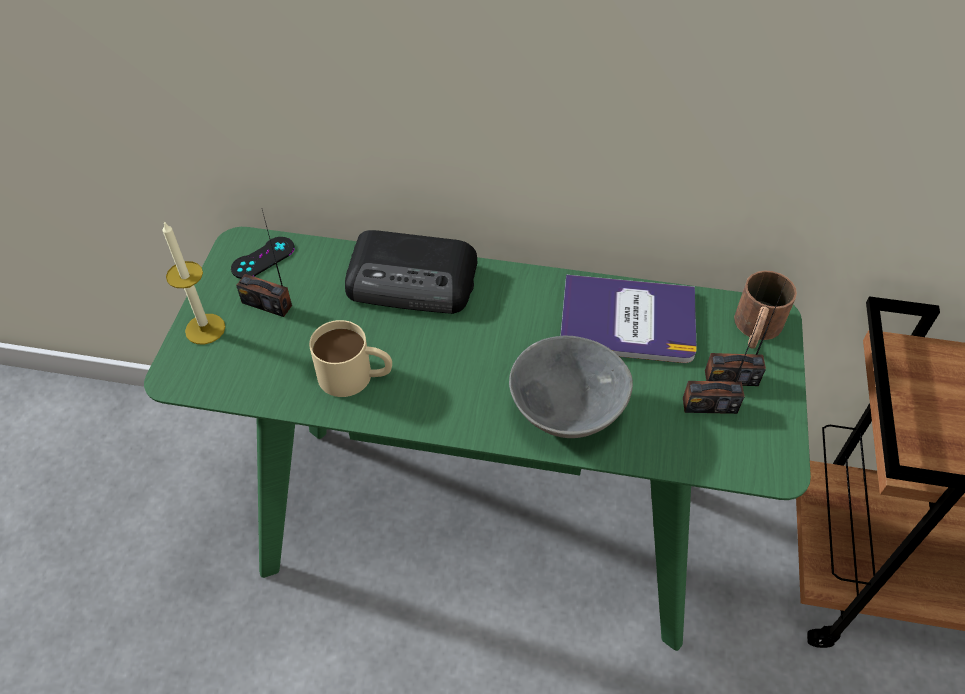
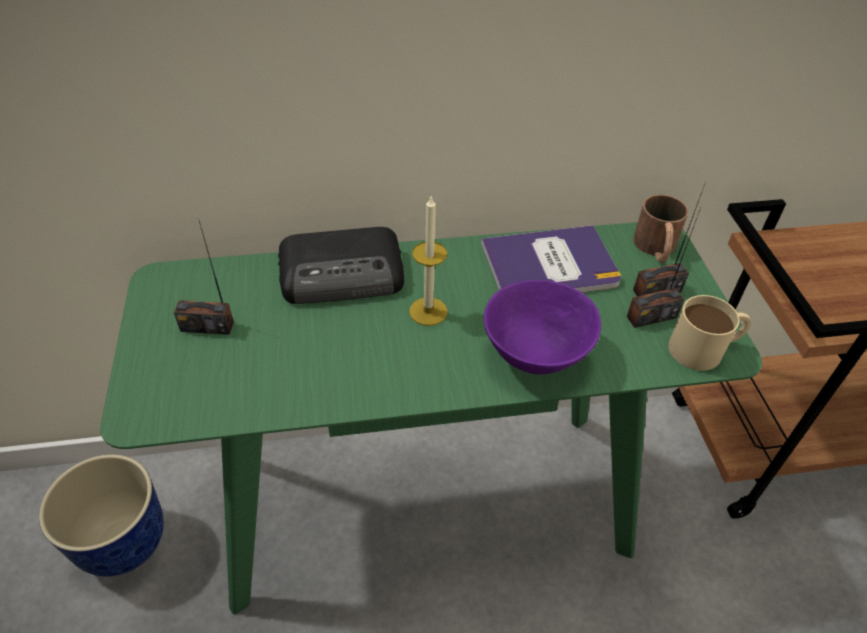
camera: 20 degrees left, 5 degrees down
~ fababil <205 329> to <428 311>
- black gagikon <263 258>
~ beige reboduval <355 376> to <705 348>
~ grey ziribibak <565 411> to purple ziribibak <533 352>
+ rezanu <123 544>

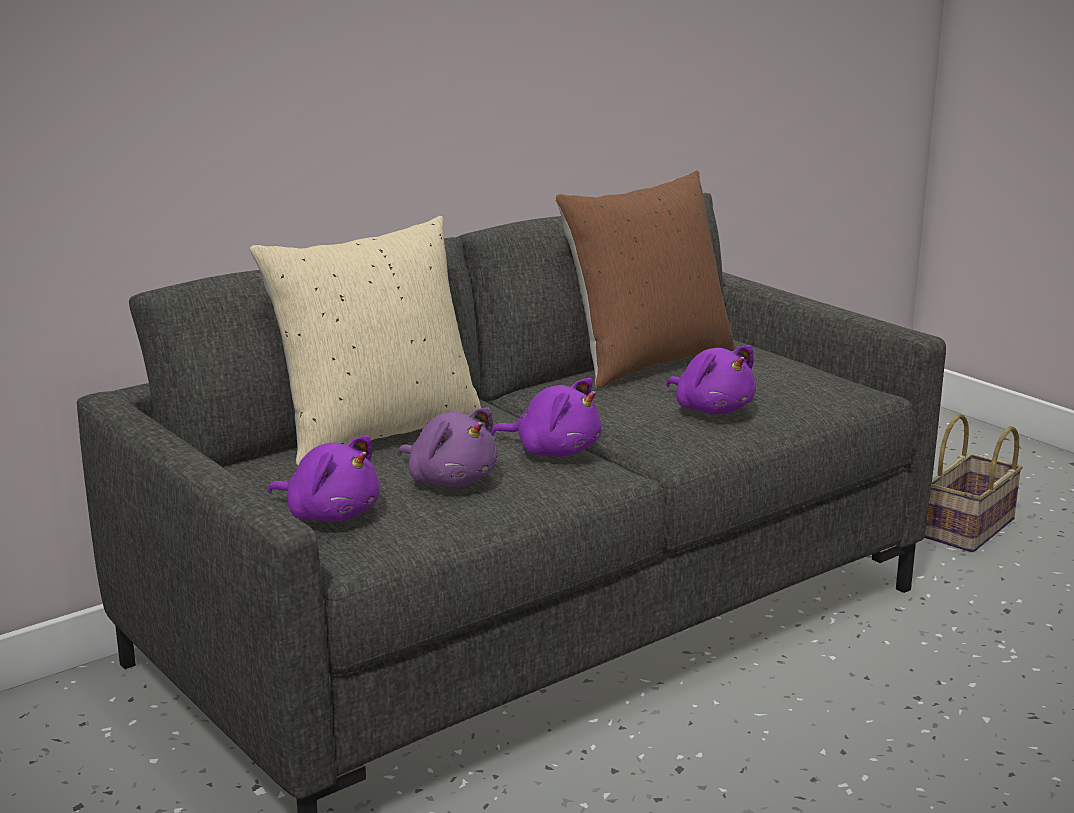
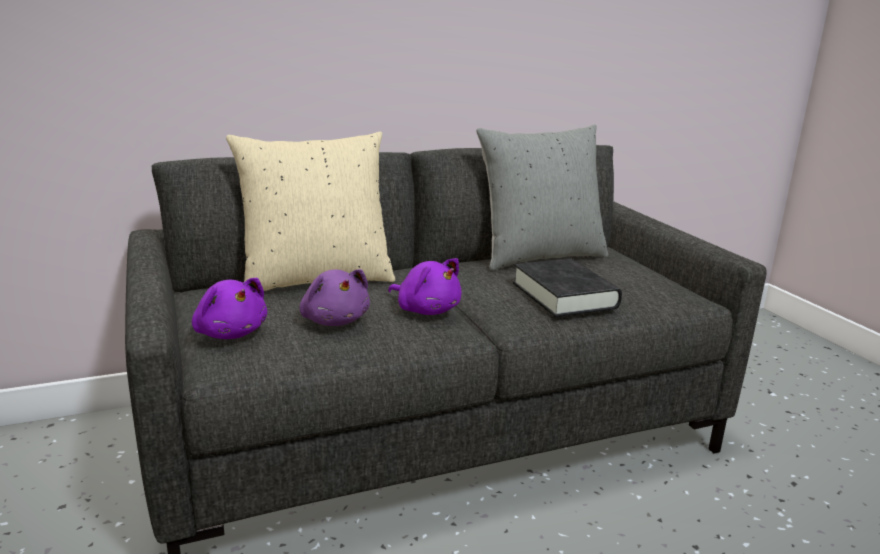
camera: 15 degrees right, 0 degrees up
~ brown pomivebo <647 361> to grey pomivebo <539 256>
~ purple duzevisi <711 409> to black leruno <564 295>
- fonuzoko <970 530>

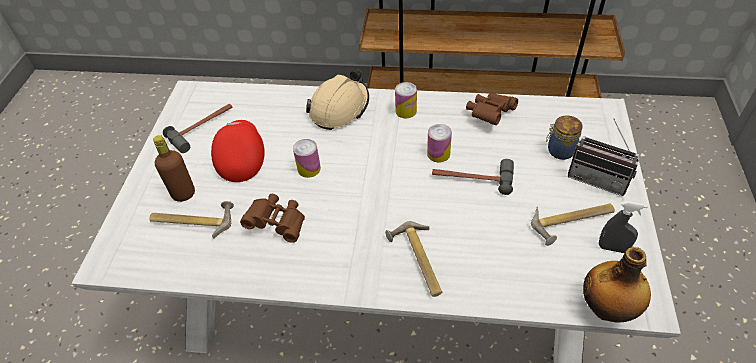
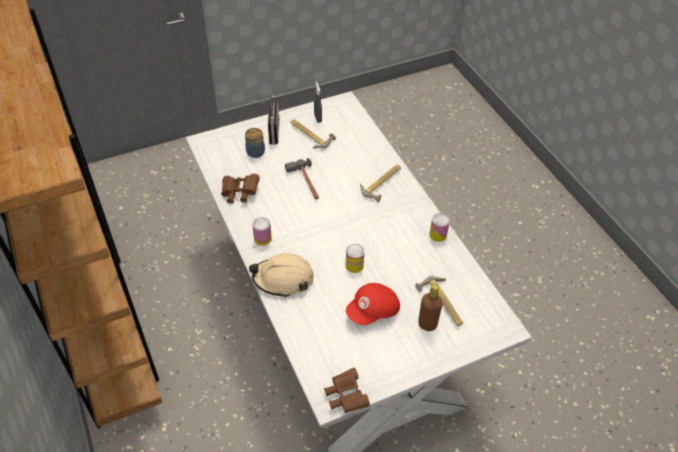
camera: 125 degrees left, 0 degrees up
- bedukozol <203 128>
~ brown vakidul <278 223> to <345 396>
~ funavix <438 154> to <438 235>
- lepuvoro <607 309>

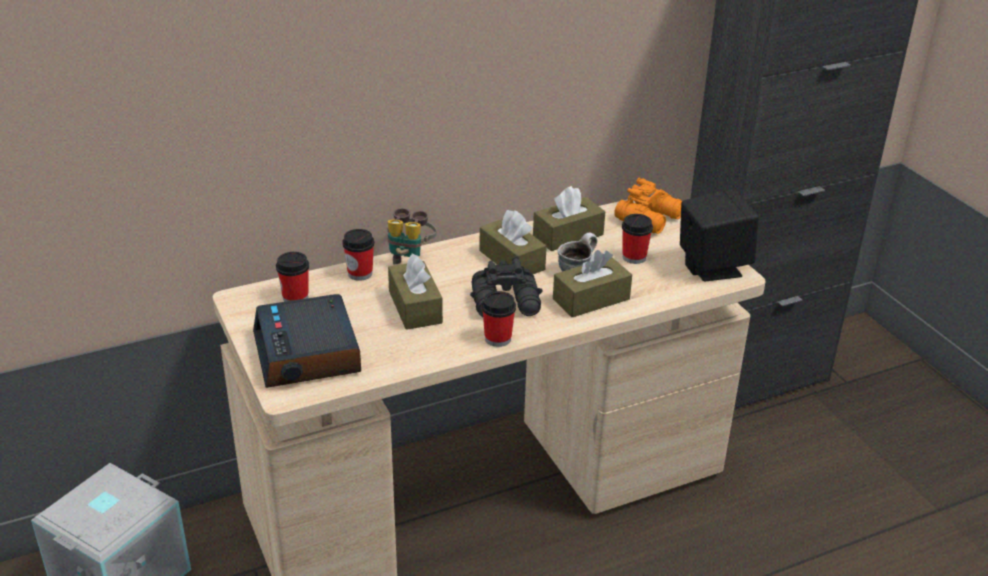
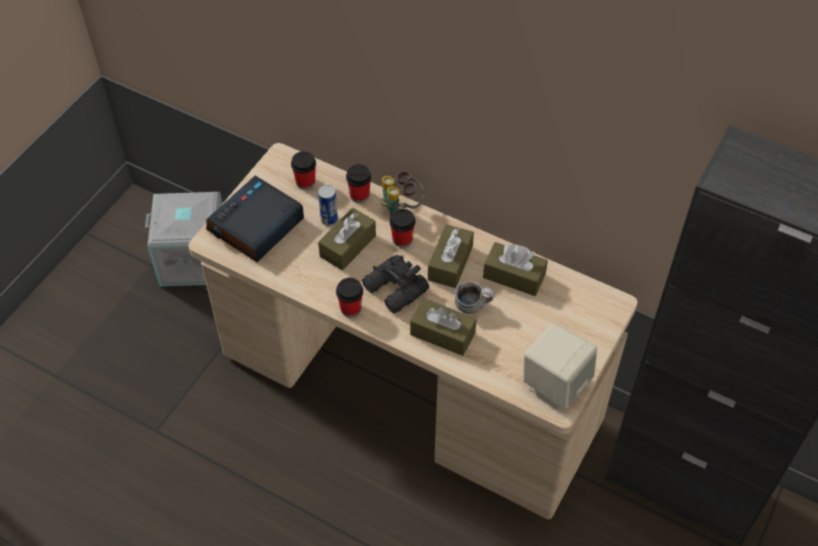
camera: 55 degrees right, 20 degrees up
- orange vakidul <651 218>
~ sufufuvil <634 257> to <402 240>
~ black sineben <712 266> to beige sineben <555 384>
+ funavix <329 220>

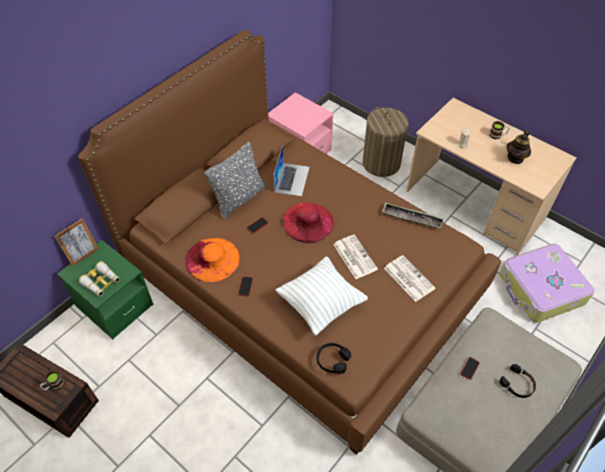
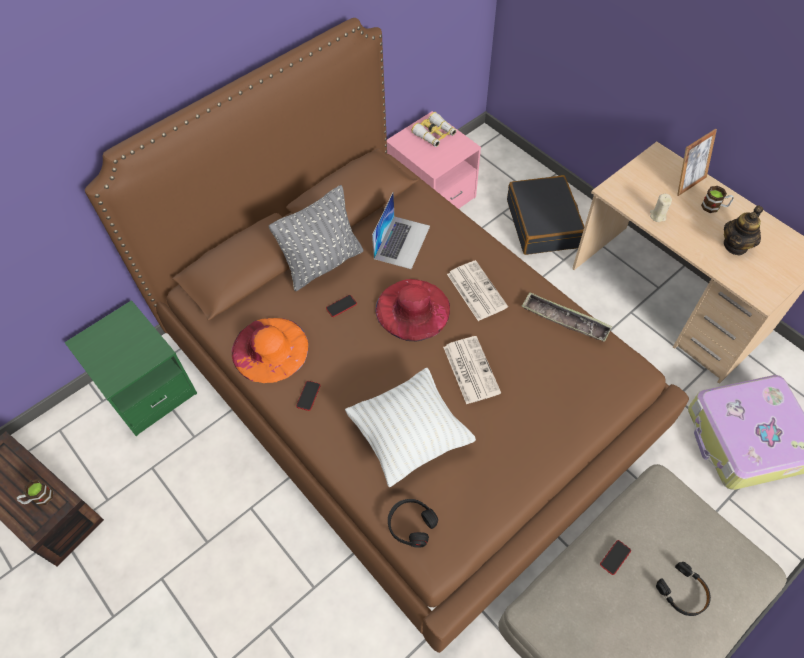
camera: 10 degrees right, 5 degrees up
~ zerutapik <83 255> to <687 183>
~ vakidul <101 282> to <434 134>
~ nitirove <381 163> to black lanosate <543 224>
~ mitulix <408 278> to <475 290>

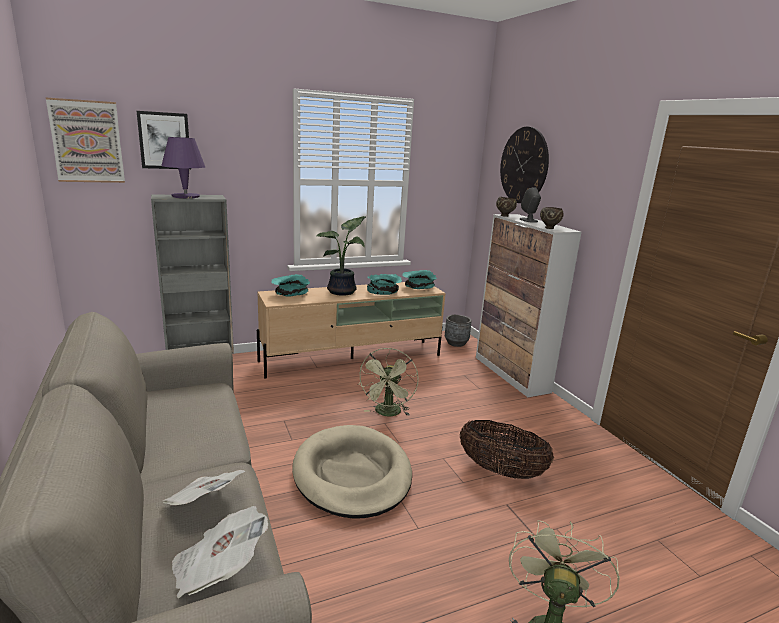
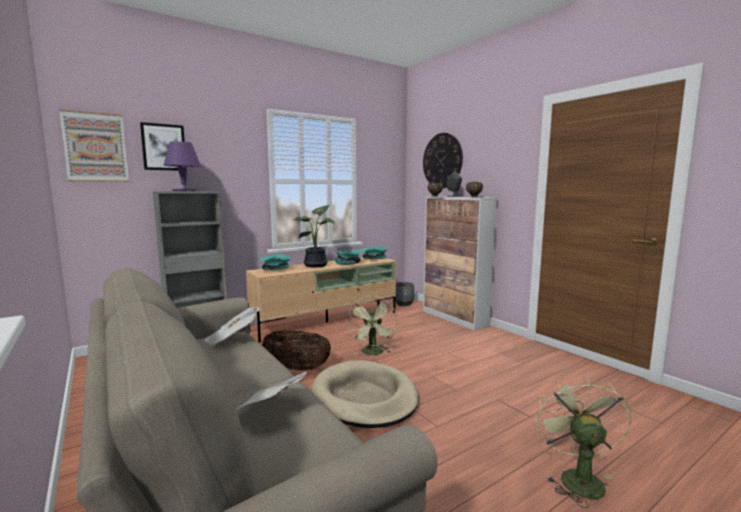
camera: 10 degrees left, 10 degrees down
~ mitulix <218 569> to <232 339>
~ fonuzoko <501 471> to <297 368>

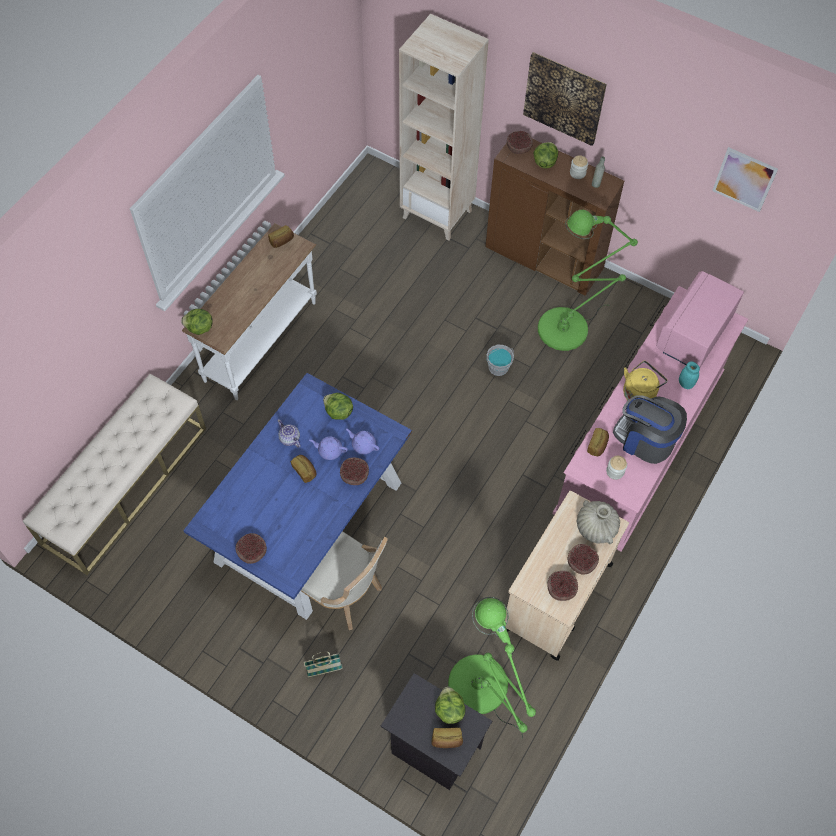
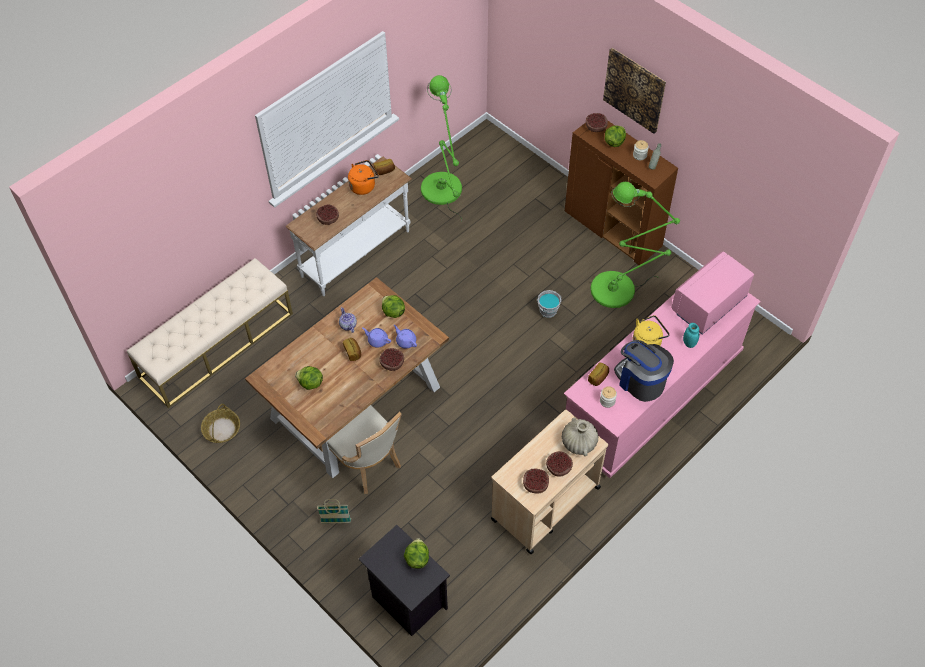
camera: 15 degrees right, 5 degrees down
~ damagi <199 328> to <310 383>
~ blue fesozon <308 523> to brown fesozon <355 403>
~ ziribibak <252 551> to <328 218>
- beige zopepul <438 214>
- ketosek <446 740>
~ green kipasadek <482 692> to <443 193>
- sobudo <744 179>
+ fonuzoko <221 429>
+ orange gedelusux <363 186>

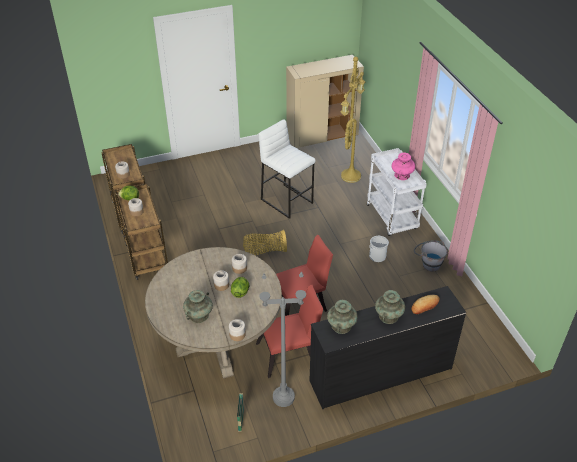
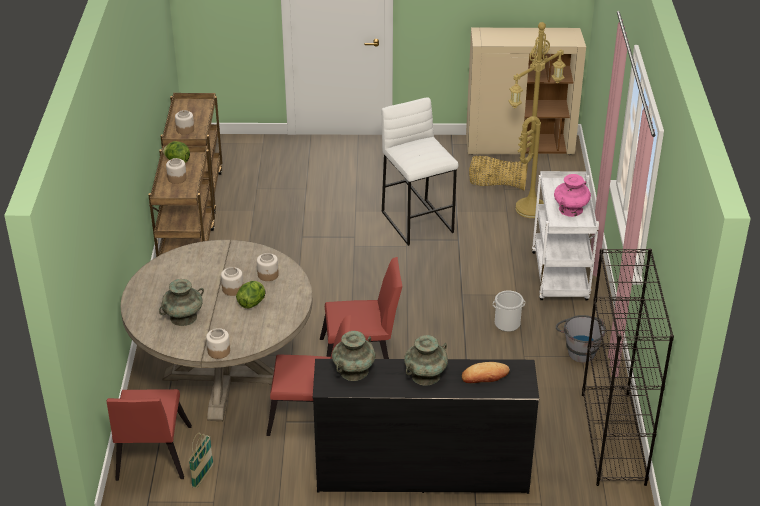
camera: 20 degrees right, 5 degrees down
~ fonuzoko <264 251> to <496 184>
- grey kipasadek <283 397>
+ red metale <151 457>
+ black zopepul <613 439>

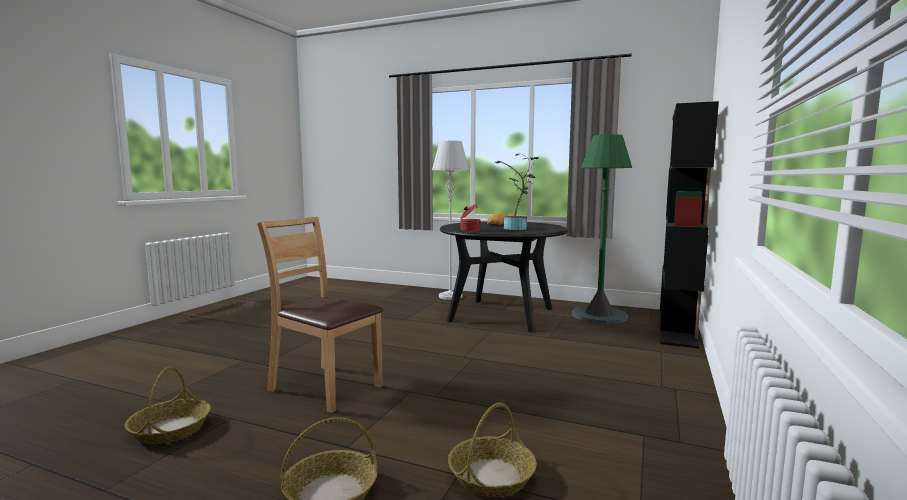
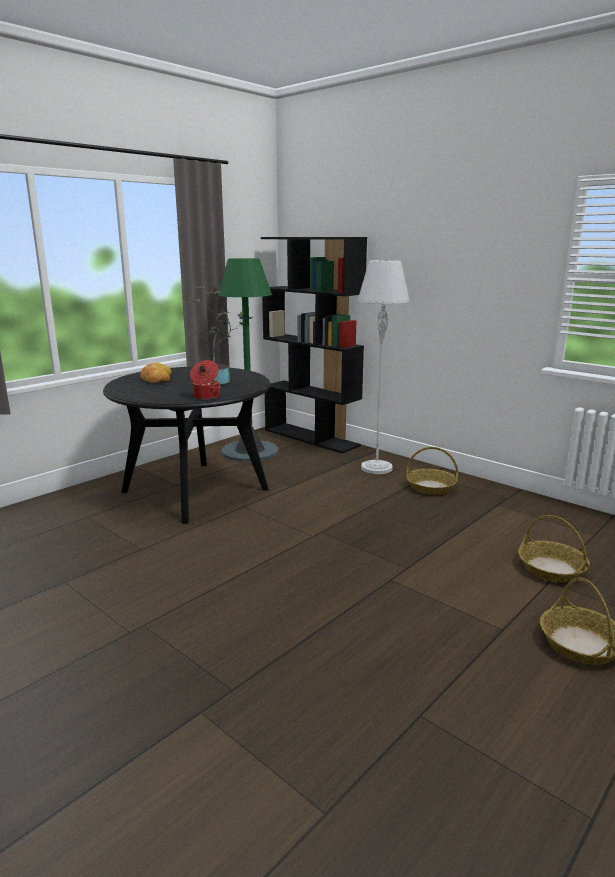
camera: 70 degrees left, 10 degrees up
~ fonuzoko <170 429> to <430 487>
- brown metale <325 387>
~ grey kipasadek <450 296> to <376 468>

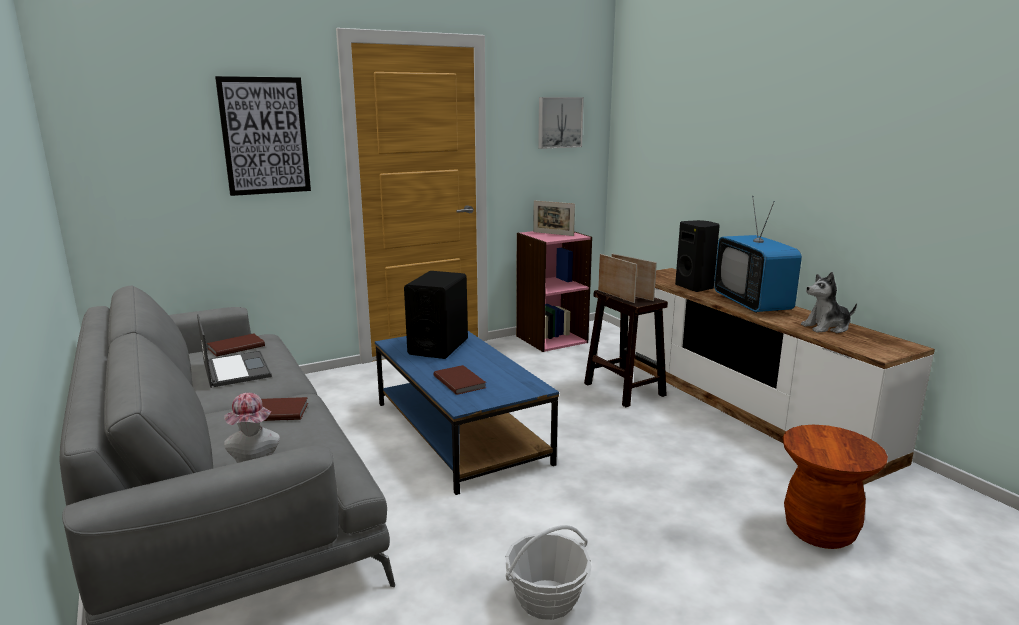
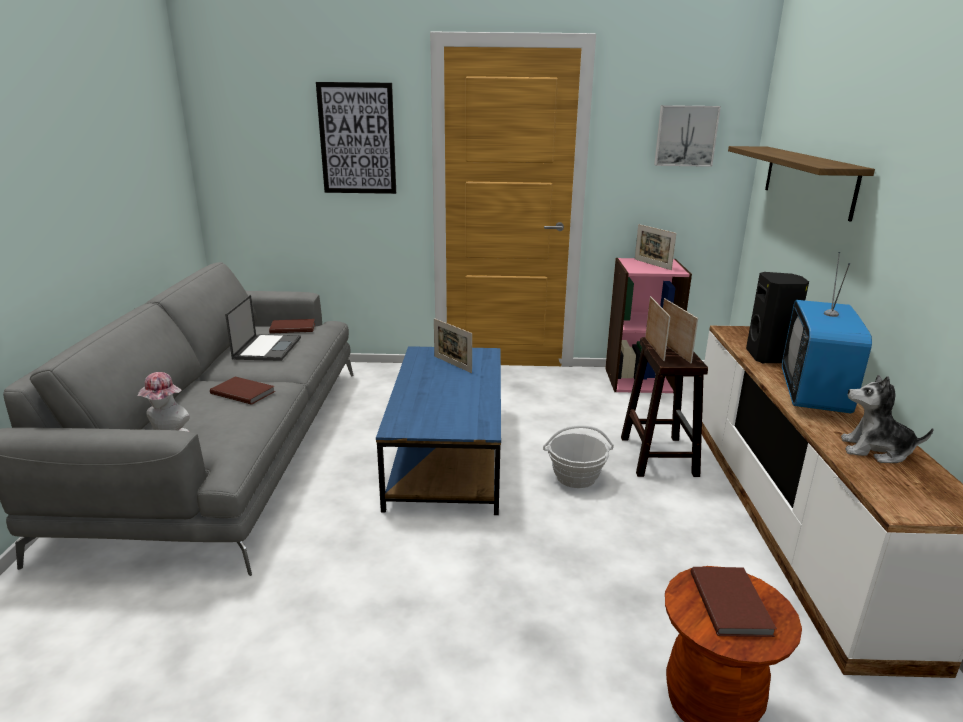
camera: 30 degrees right, 5 degrees up
~ black sineben <438 347> to zerutapik <452 364>
~ brown leruno <460 381> to <731 602>
~ fonuzoko <547 599> to <576 477>
+ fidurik <807 180>

